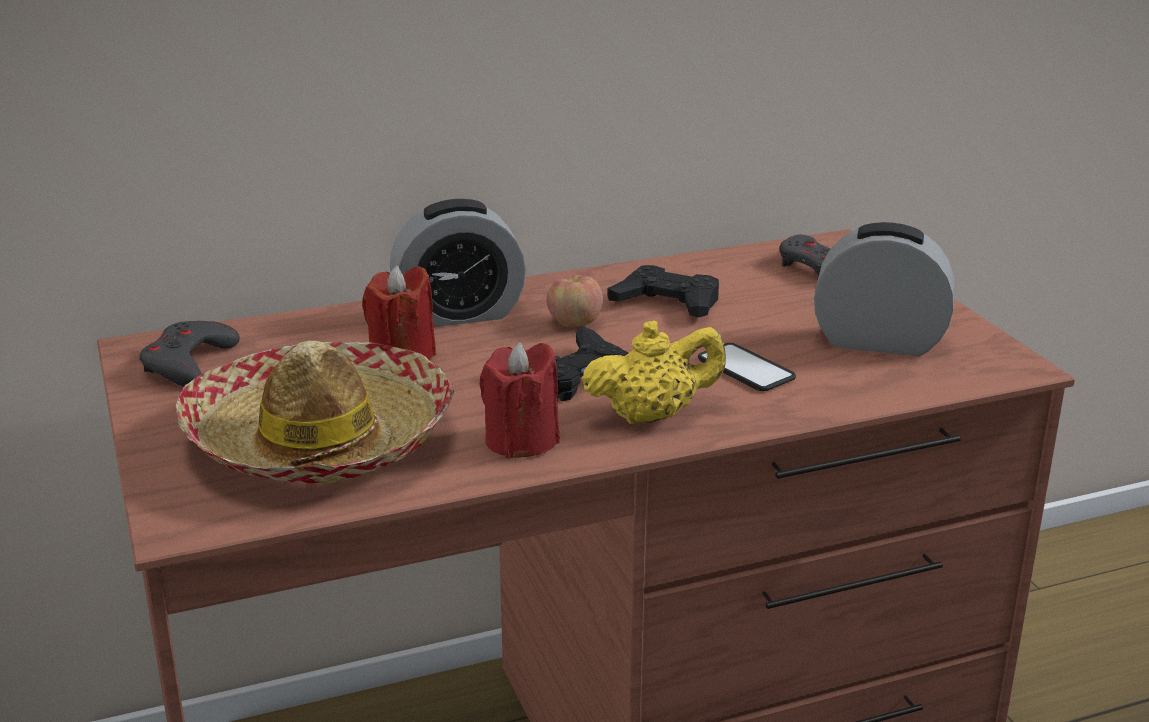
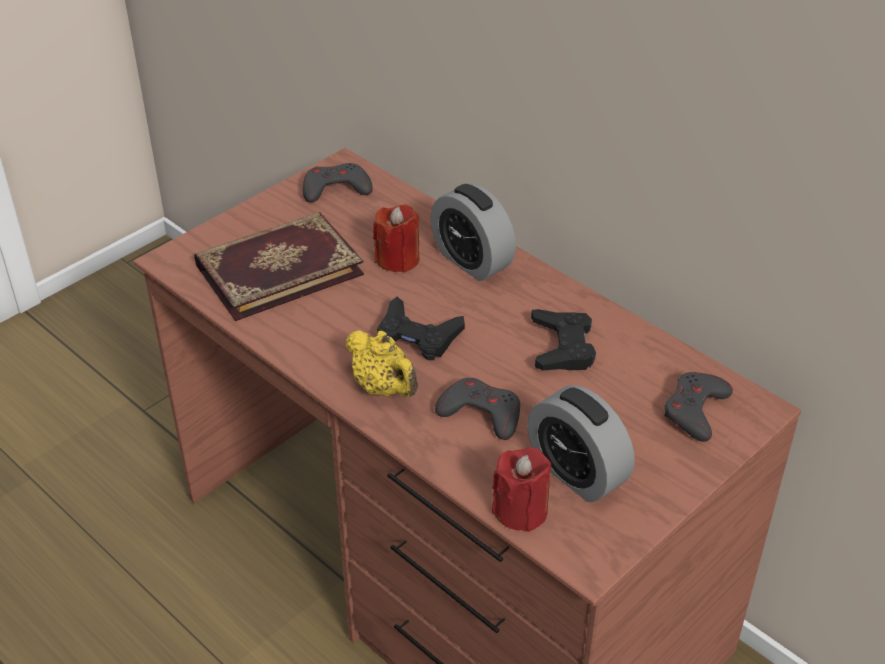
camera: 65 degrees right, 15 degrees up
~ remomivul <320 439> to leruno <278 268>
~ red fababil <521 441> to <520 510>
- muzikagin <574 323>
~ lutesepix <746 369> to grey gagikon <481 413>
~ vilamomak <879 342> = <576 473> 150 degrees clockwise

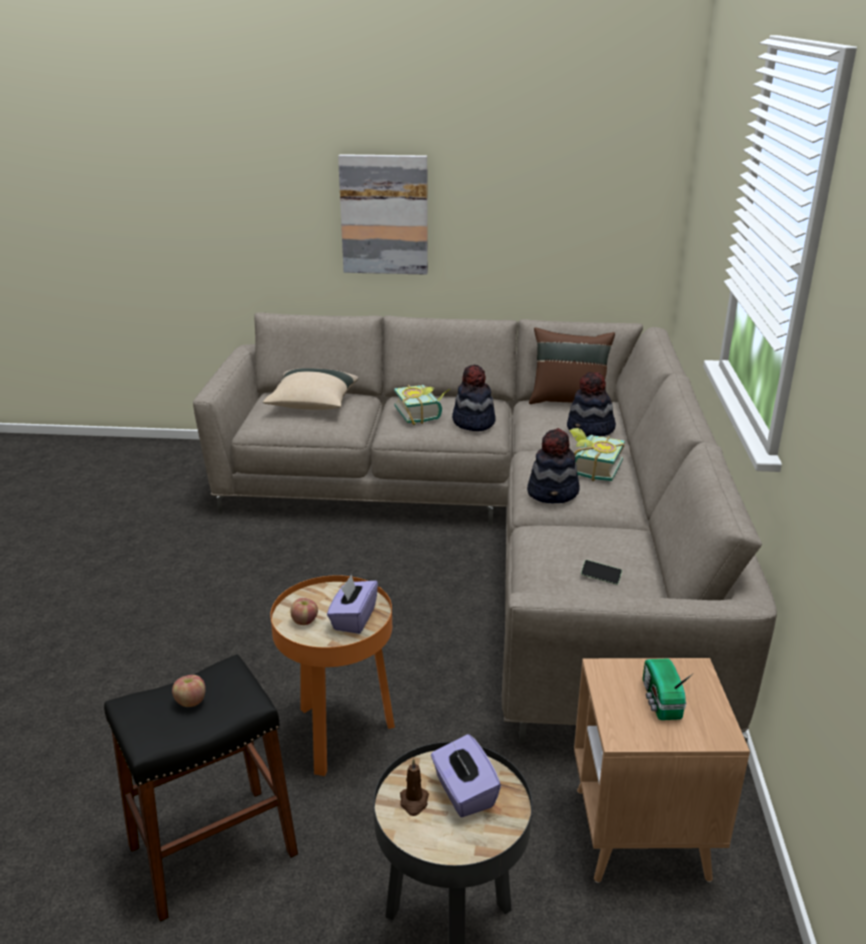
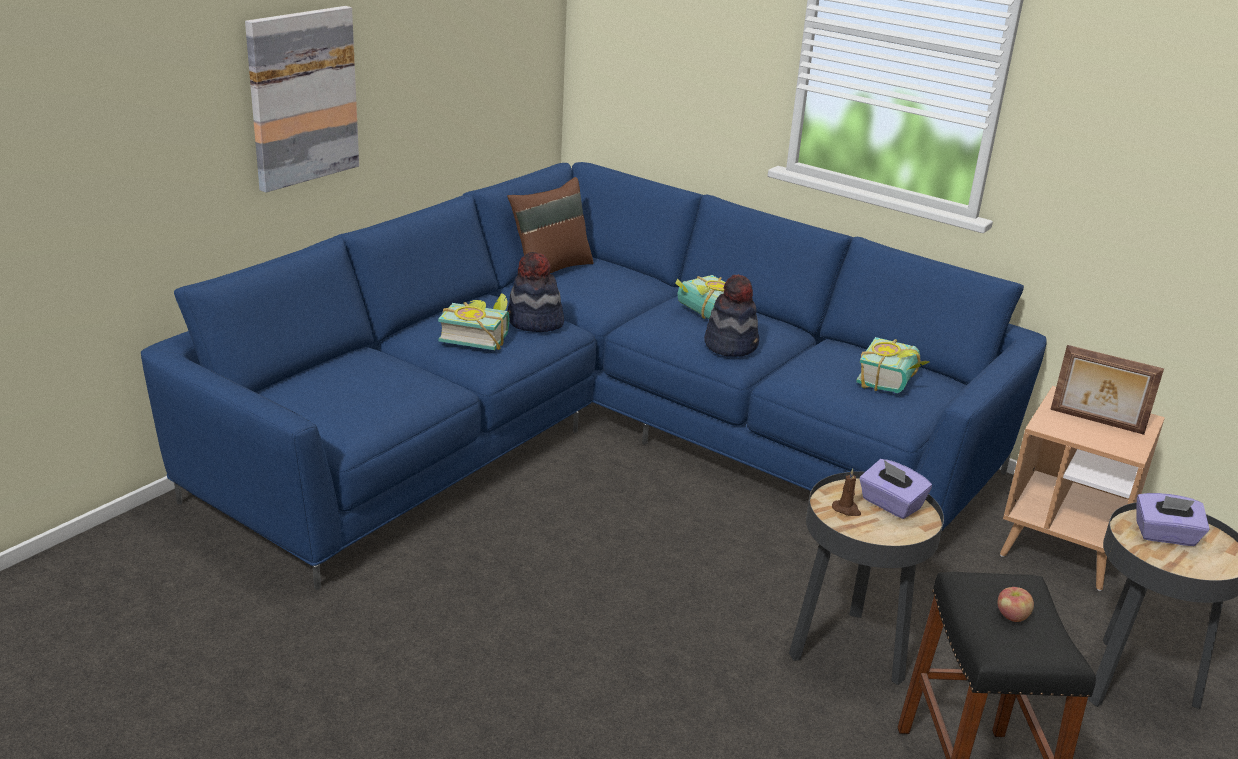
camera: 60 degrees left, 0 degrees up
~ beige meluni <497 533> to blue meluni <596 435>
- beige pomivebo <312 405>
~ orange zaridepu <340 734> to black zaridepu <849 649>
- muzikagin <304 621>
~ brown fababil <414 802> to <846 510>
- remomivul <590 429>
~ lutesepix <601 577> to leruno <893 382>
~ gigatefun <660 701> to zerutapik <1096 422>

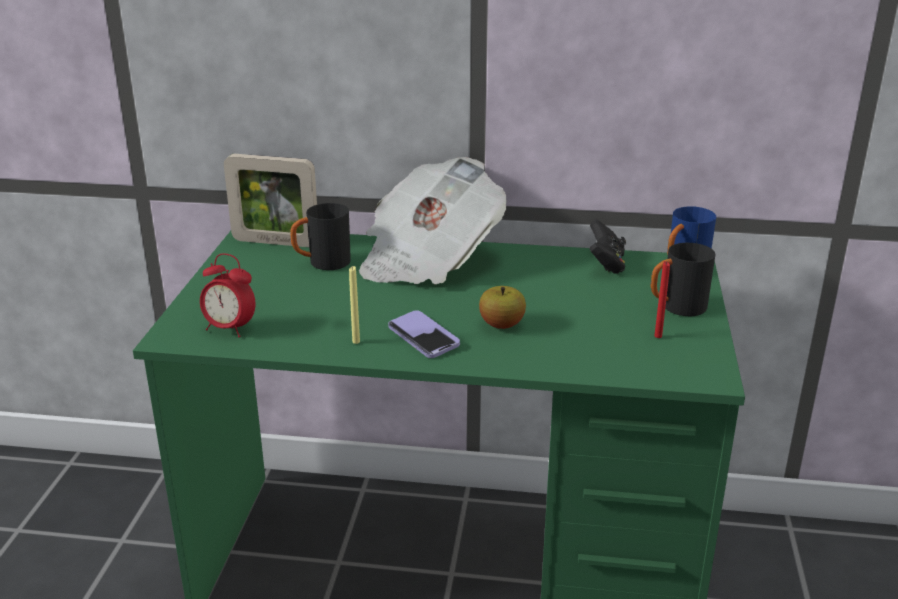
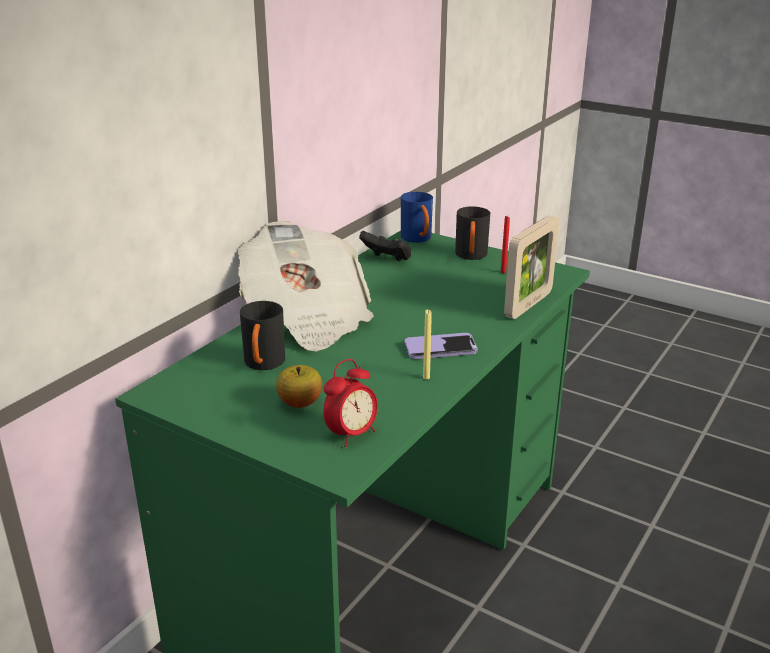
camera: 65 degrees left, 0 degrees up
~ zerutapik <275 242> to <528 305>
~ muzikagin <501 325> to <300 403>

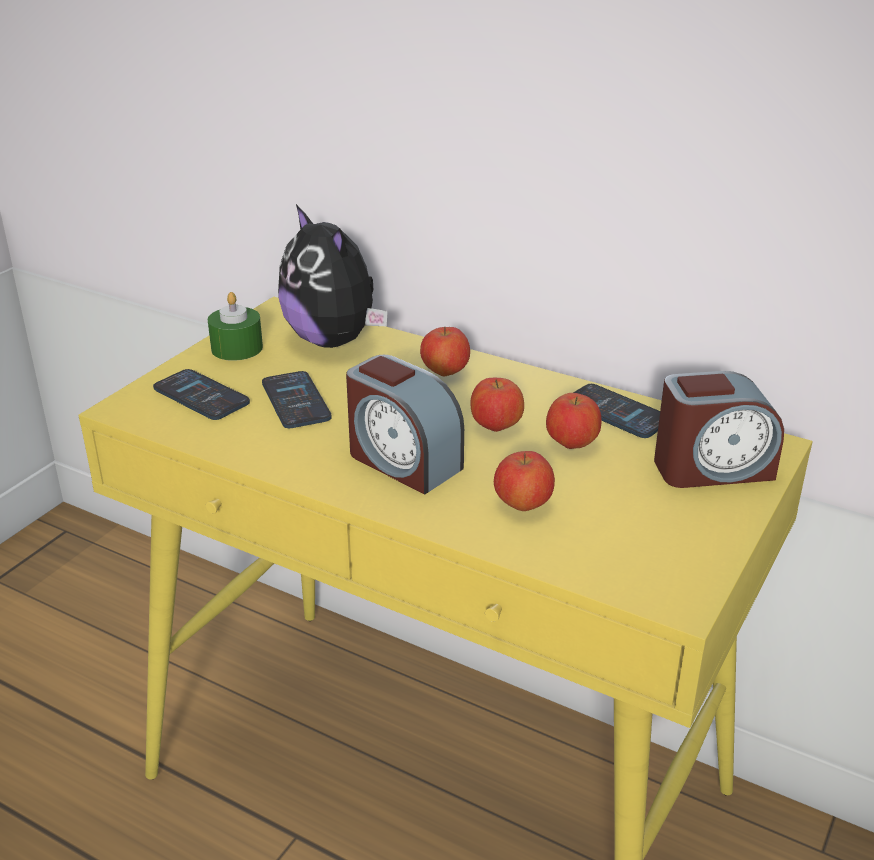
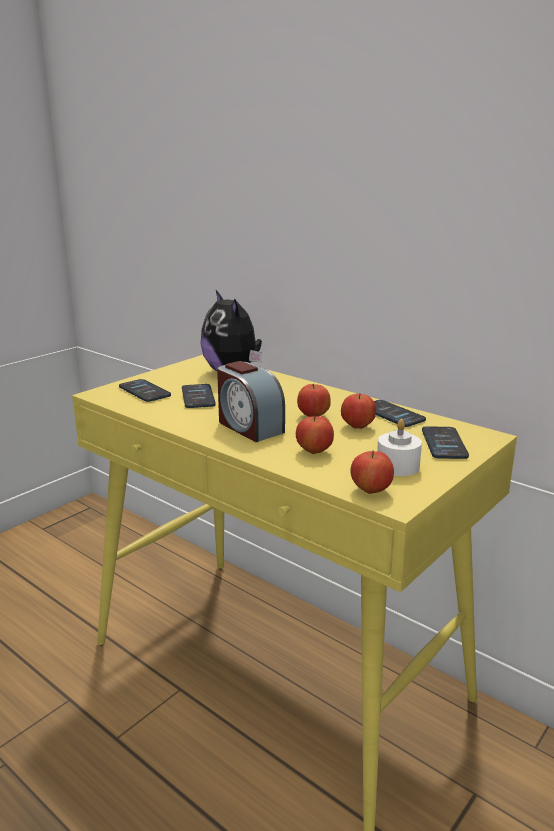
camera: 10 degrees right, 10 degrees down
- green fababil <237 348>
~ muzikagin <445 373> to <370 491>
~ vilamomak <712 468> to lutesepix <444 444>
+ white fababil <397 466>

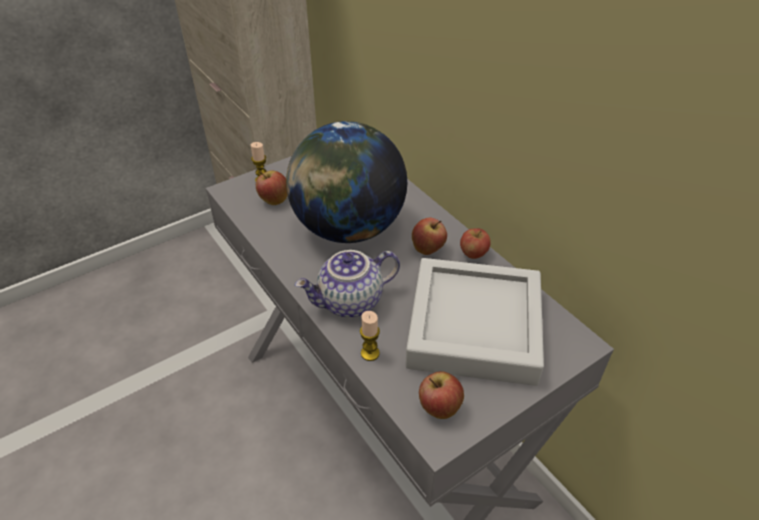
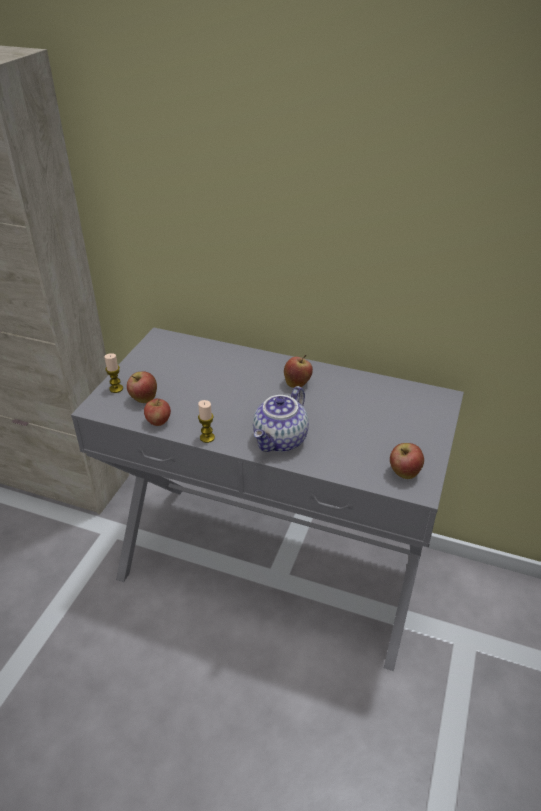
camera: 35 degrees left, 5 degrees down
- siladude <348 228>
~ fababil <370 353> to <207 437>
- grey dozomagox <474 327>
~ muzikagin <473 253> to <158 421>

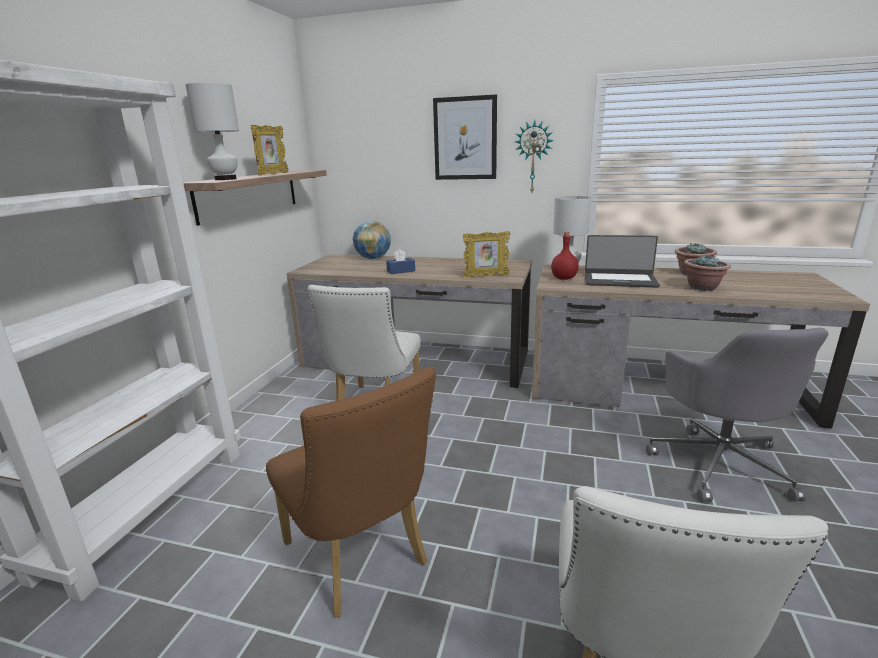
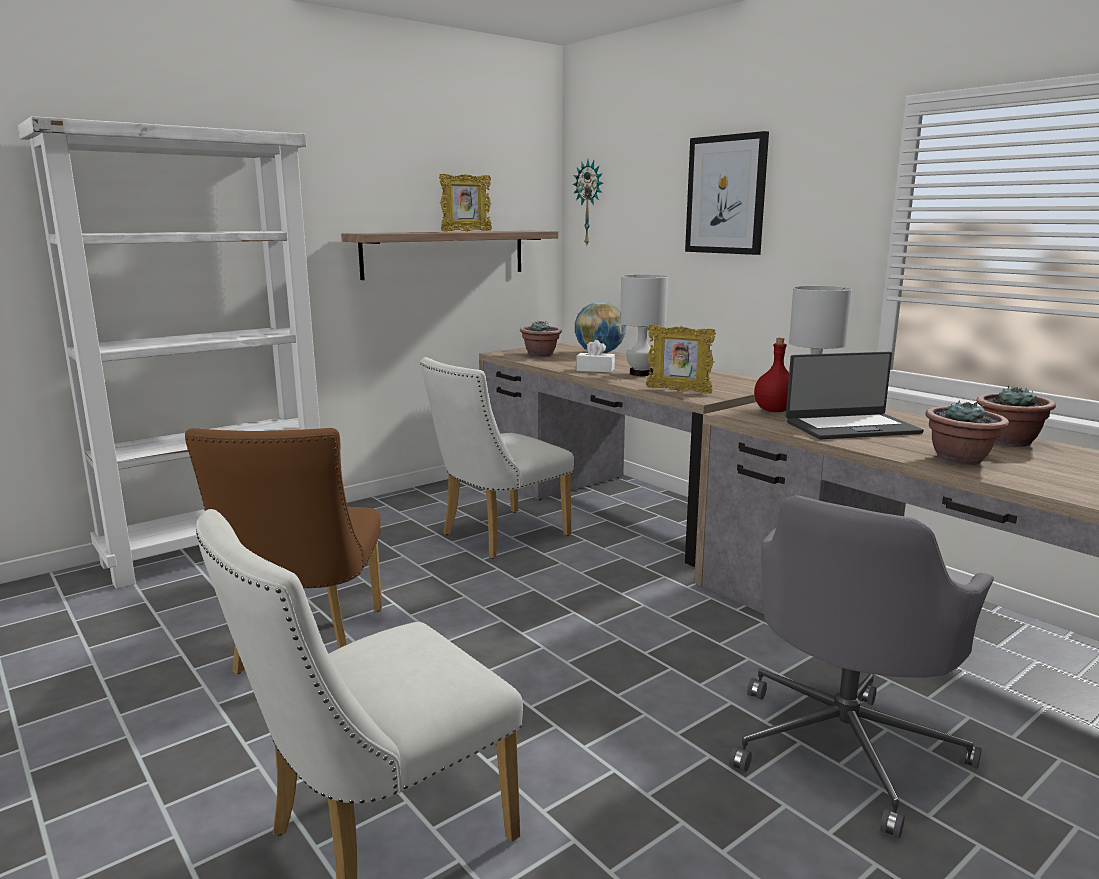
camera: 35 degrees right, 5 degrees down
~ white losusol <226 179> to <641 374>
~ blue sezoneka <401 271> to white sezoneka <595 370>
~ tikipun <533 157> to <590 203>
~ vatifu <619 280> = <851 427> 60 degrees counterclockwise
+ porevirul <541 355>

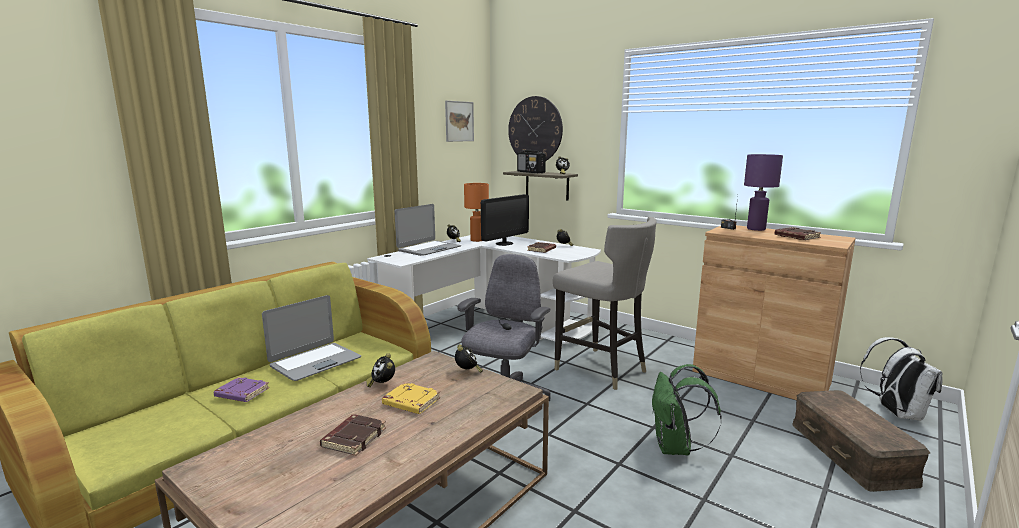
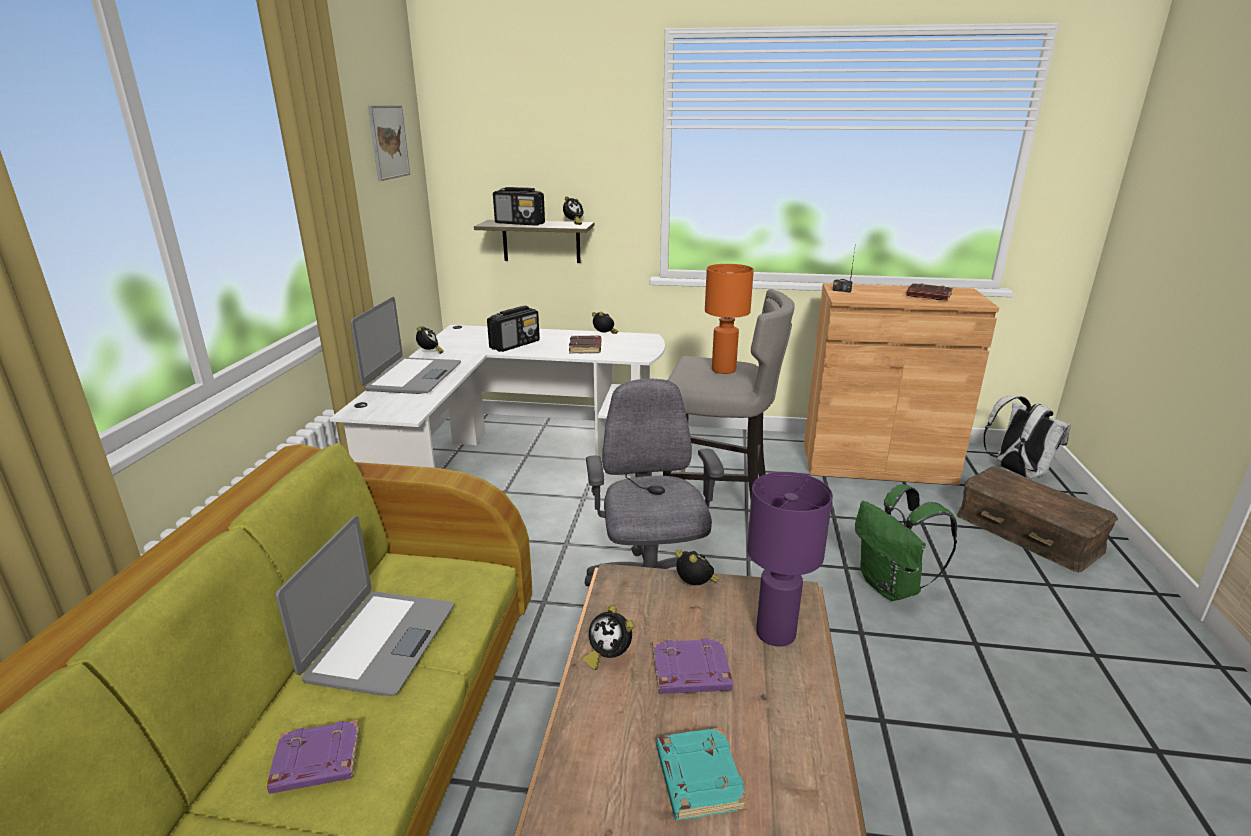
camera: 30 degrees left, 10 degrees up
~ brown leruno <353 438> to turquoise leruno <697 777>
~ yellow leruno <410 402> to purple leruno <690 673>
~ orange losusol <477 240> to <723 370>
~ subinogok <504 243> to gigatefun <515 344>
- tikipun <535 130>
~ purple losusol <756 229> to <776 633>

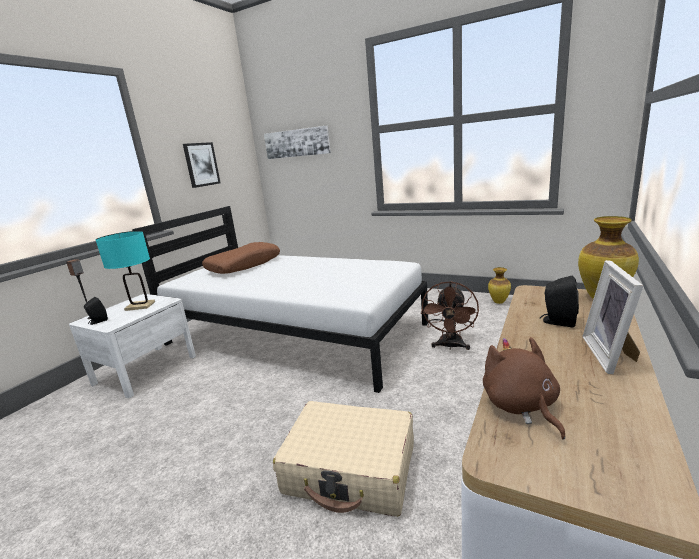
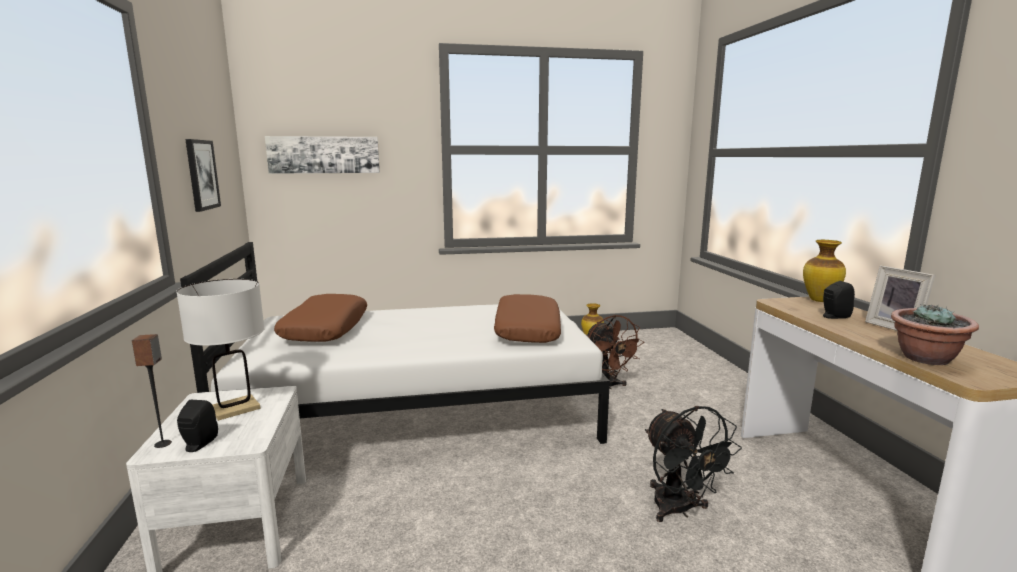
camera: 40 degrees left, 5 degrees down
~ turquoise losusol <140 306> to white losusol <235 408>
~ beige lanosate <351 469> to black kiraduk <679 510>
~ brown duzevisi <521 406> to porevirul <925 359>
+ brown pomivebo <526 329>

